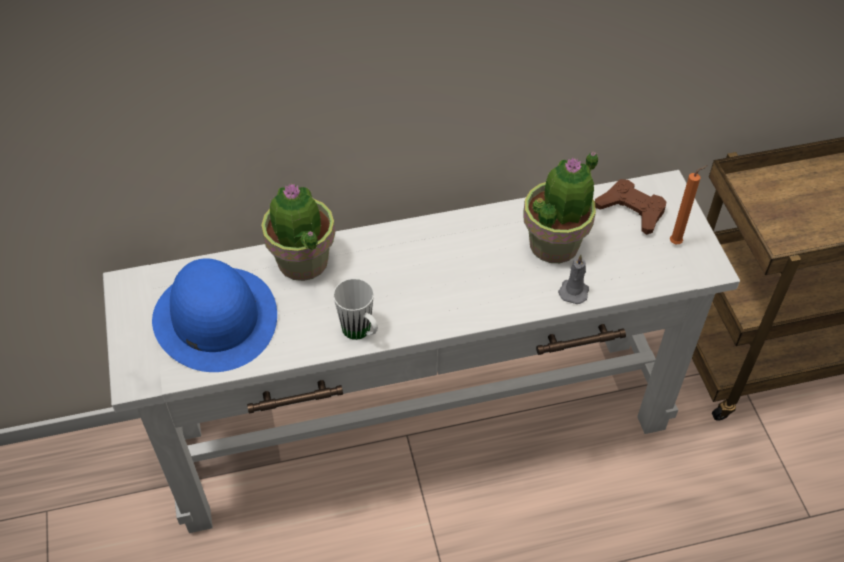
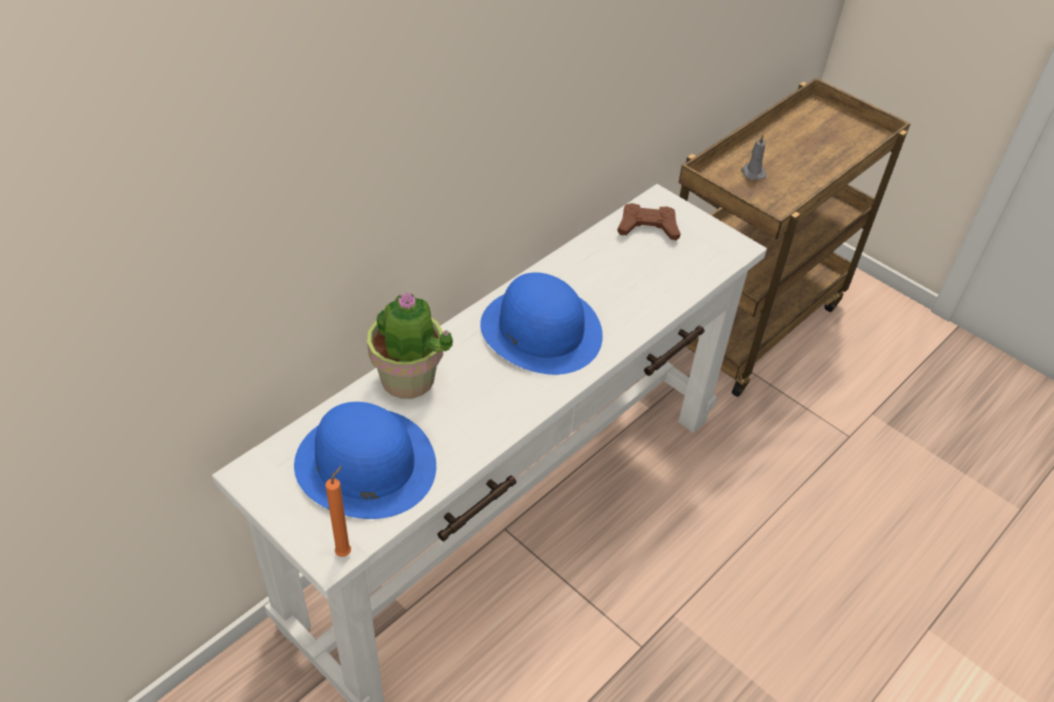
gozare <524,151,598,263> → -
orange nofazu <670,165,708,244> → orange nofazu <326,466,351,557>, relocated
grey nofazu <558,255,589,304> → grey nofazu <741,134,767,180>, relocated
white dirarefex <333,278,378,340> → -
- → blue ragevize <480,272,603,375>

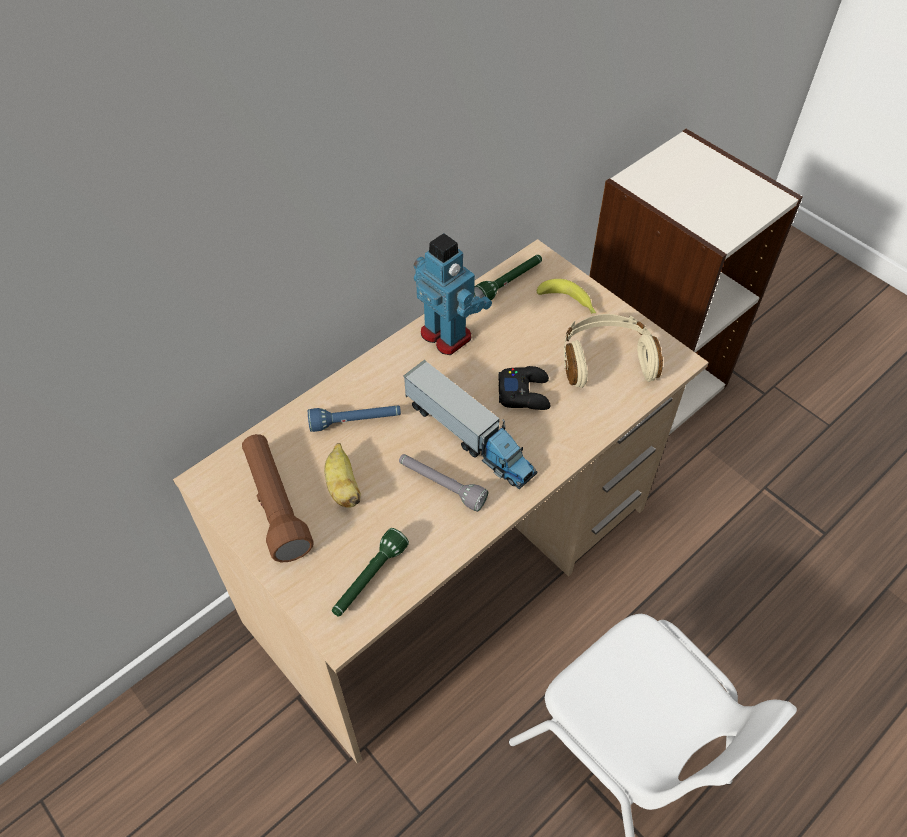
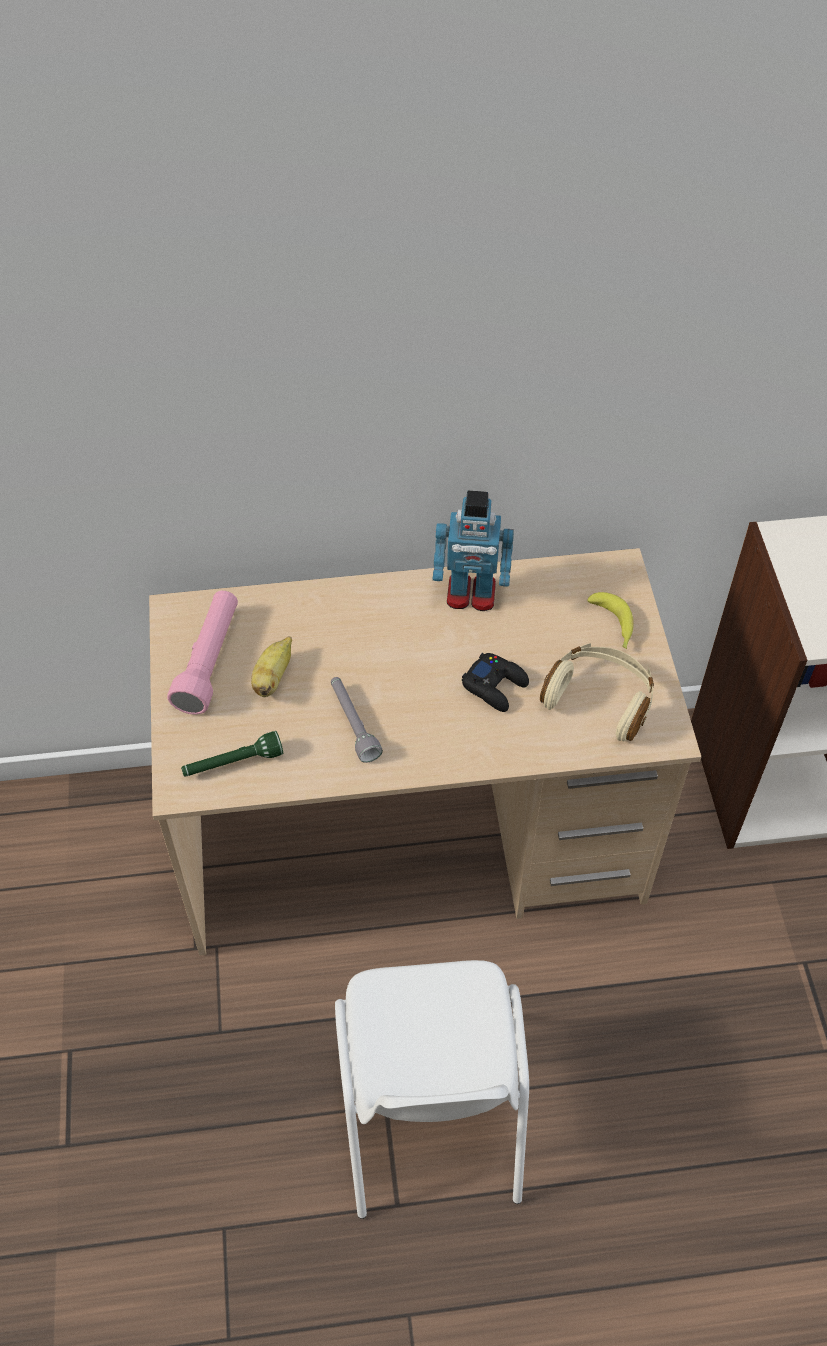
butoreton <414,233,492,355> → butoreton <433,491,514,611>, 105 degrees clockwise
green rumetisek <474,255,542,300> → -
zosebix <403,360,537,489> → -
blue rumetisek <308,406,401,432> → -
brown rumetisek <242,434,314,562> → pink rumetisek <167,591,238,715>

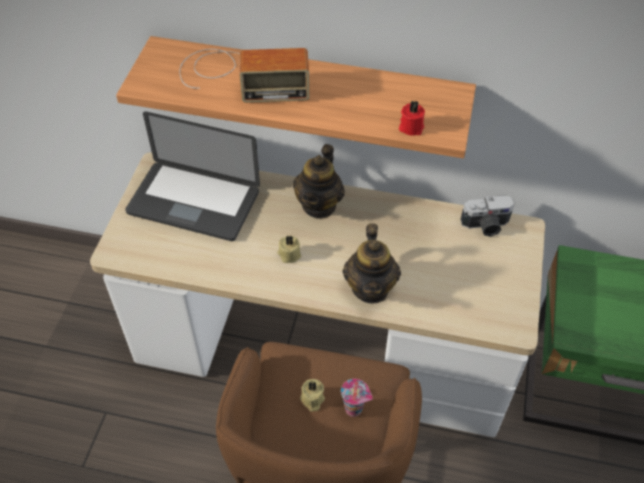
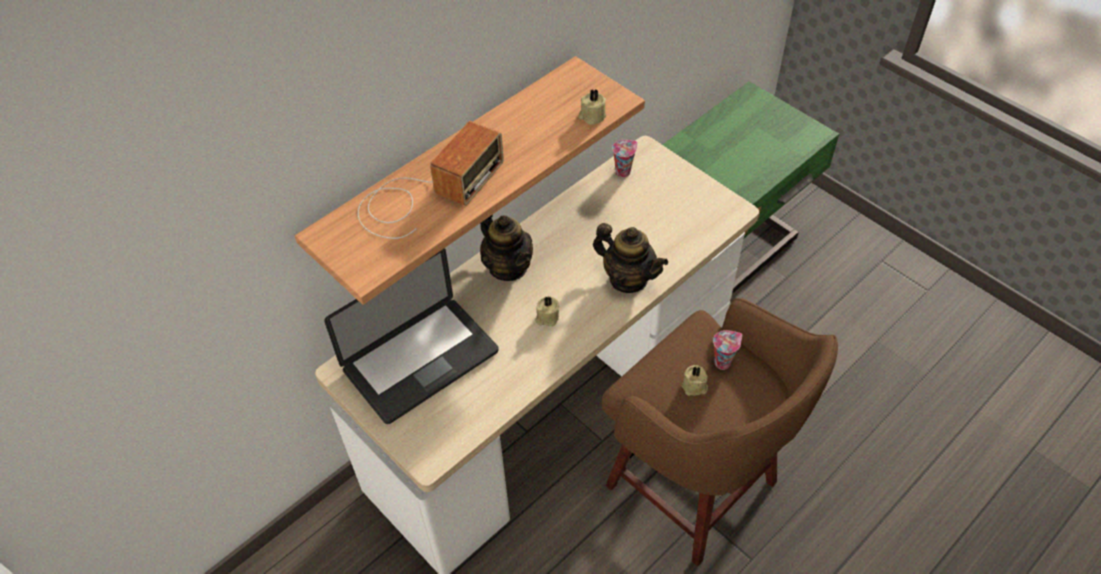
red nofazu <399,101,425,136> → beige nofazu <578,89,606,125>
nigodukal <460,195,514,237> → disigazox <612,140,638,177>

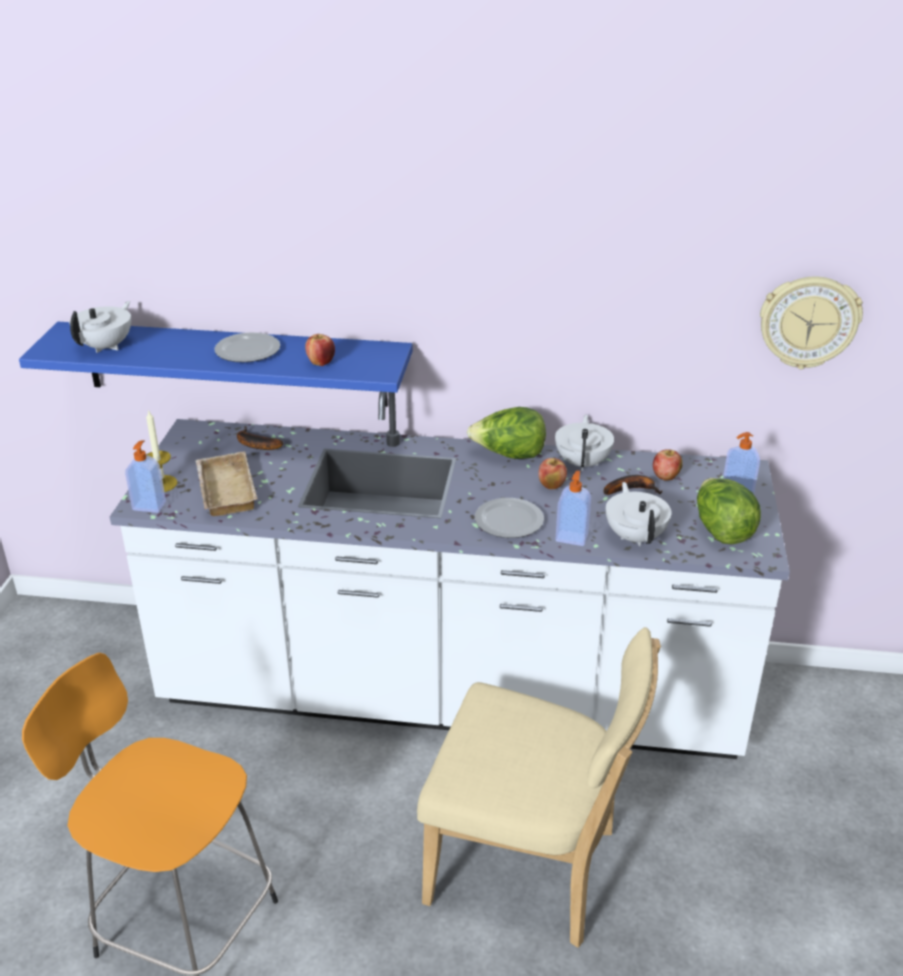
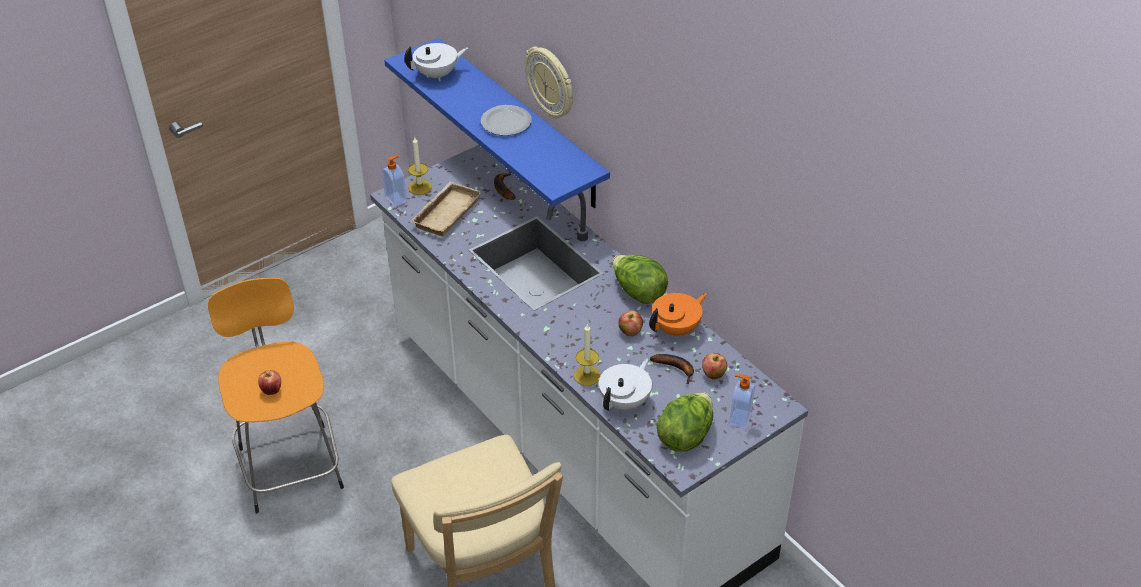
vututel <760,276,863,370> → vututel <525,46,573,119>, relocated
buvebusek <305,334,335,366> → buvebusek <258,370,281,395>, relocated
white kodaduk <555,415,614,471> → orange kodaduk <649,293,707,337>
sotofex <555,470,591,546> → nofazu <574,323,601,386>
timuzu <475,498,544,538> → -

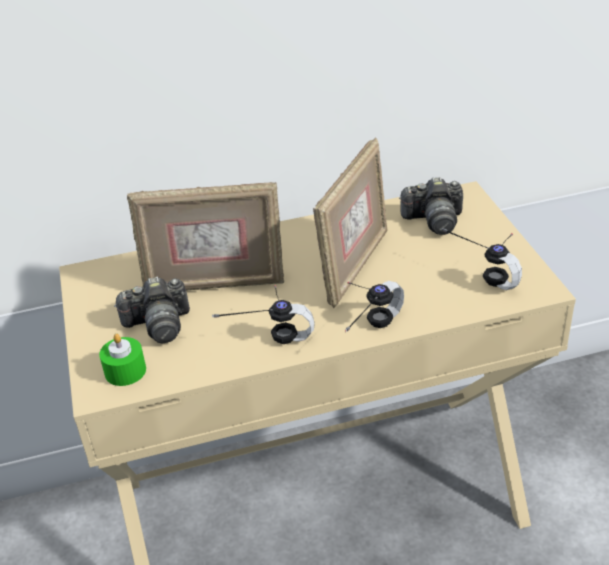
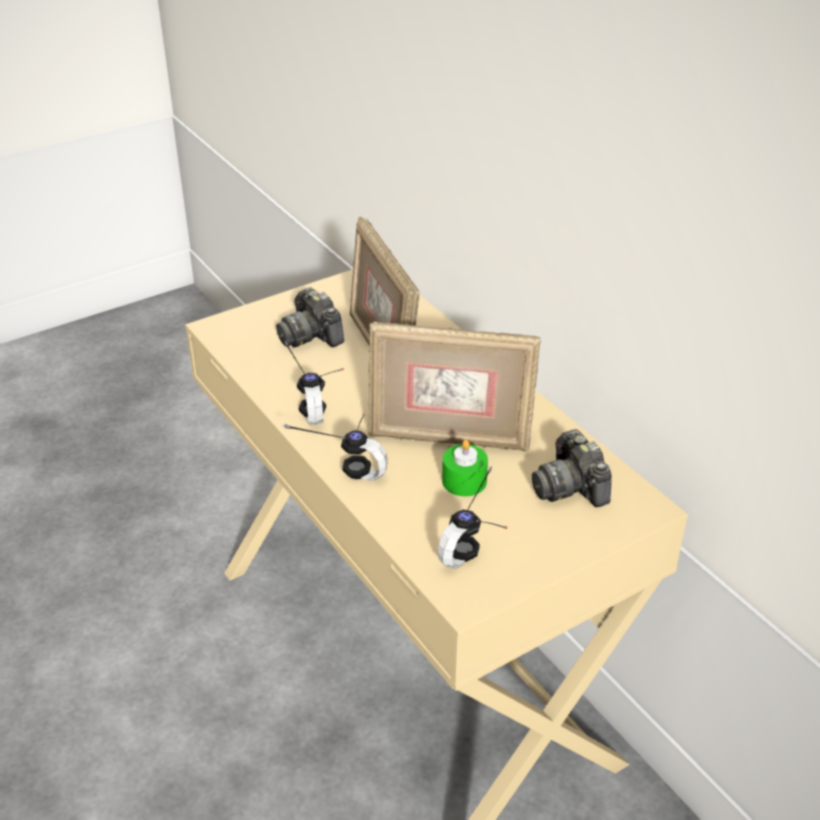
green nofazu <99,334,146,386> → green nofazu <442,439,488,496>, relocated

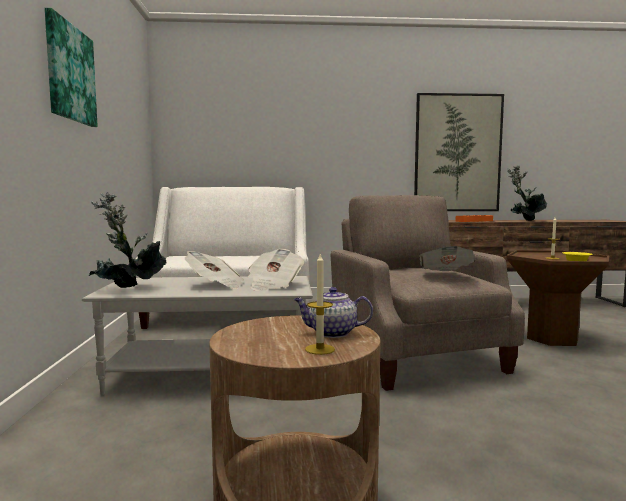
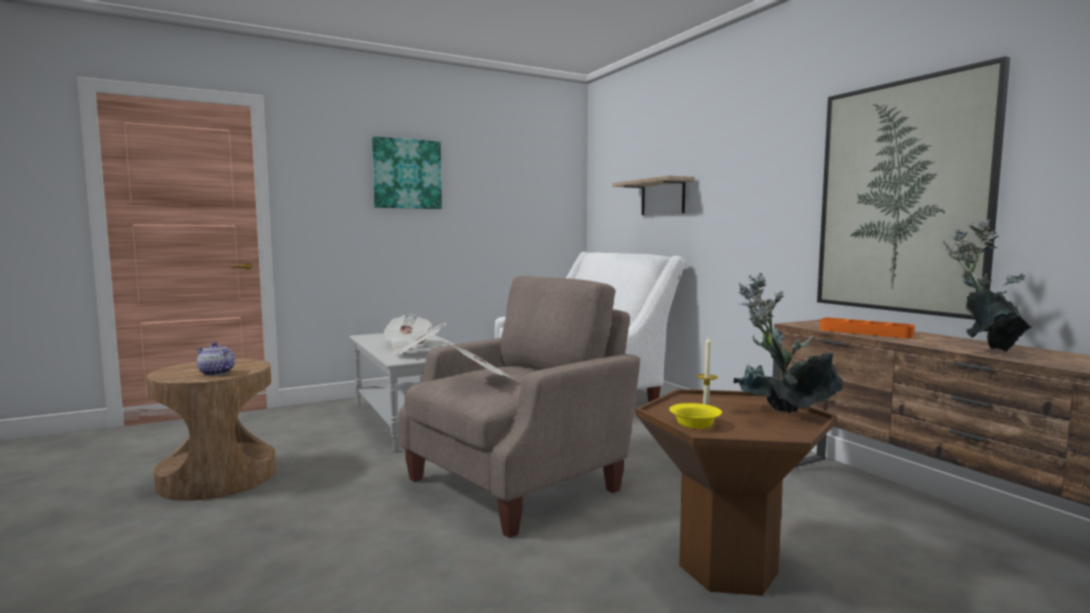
gozare <89,192,166,288> → gozare <734,273,843,413>, relocated
nofazu <305,254,335,355> → -
kodaduk <294,287,373,338> → kodaduk <196,342,235,376>, 45 degrees counterclockwise
- → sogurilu <612,175,694,215>

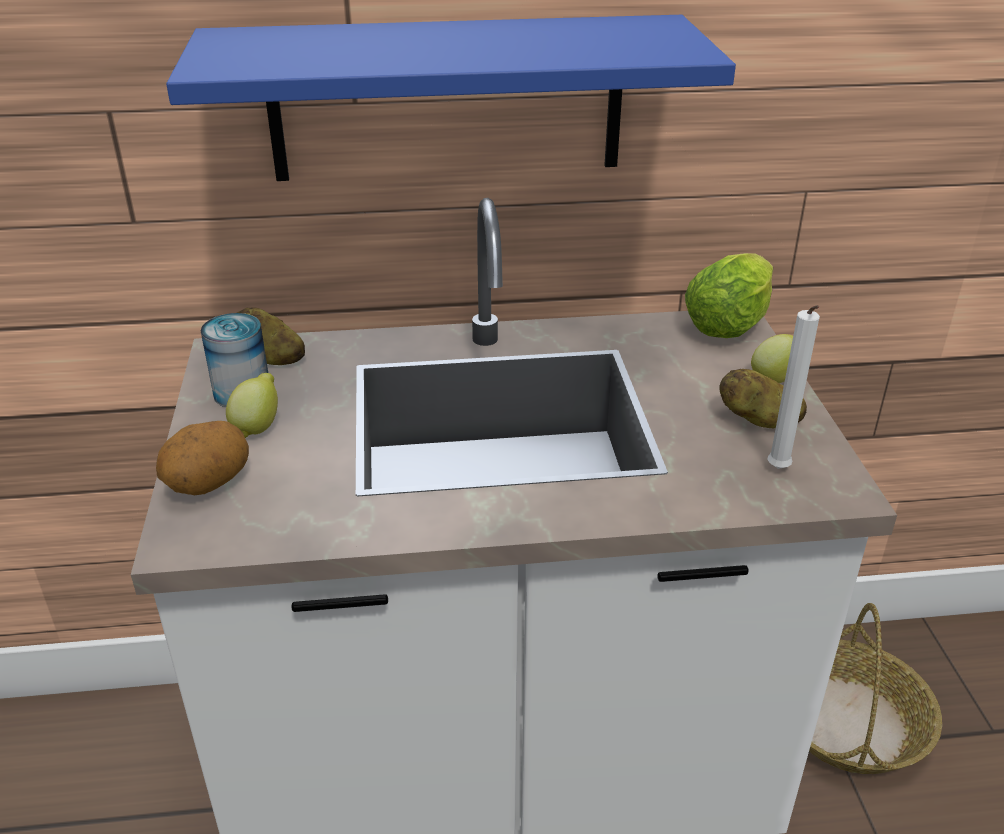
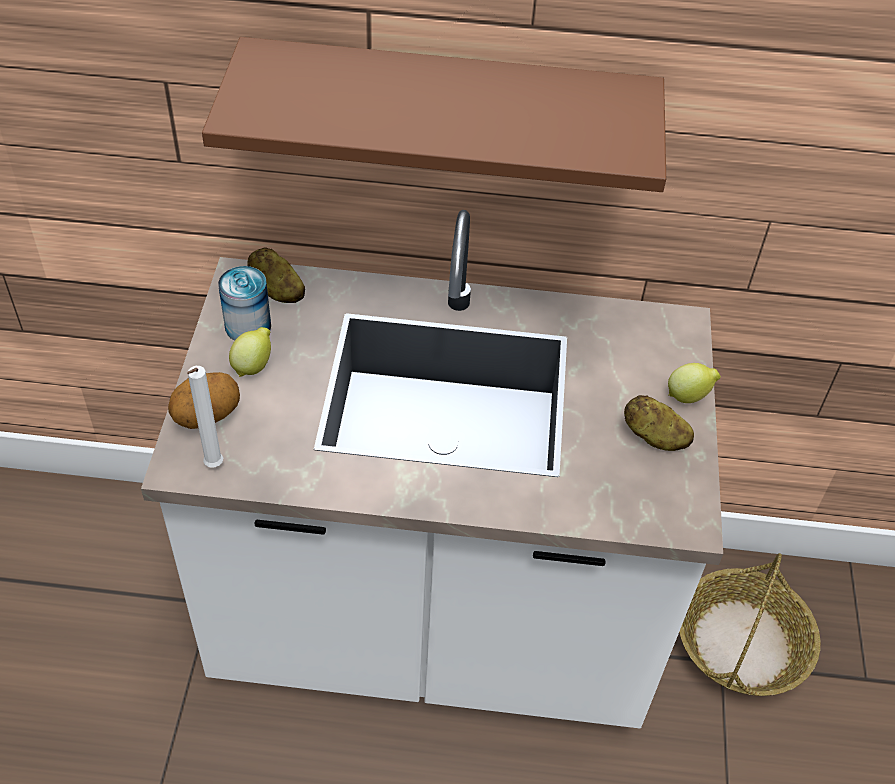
blue sogurilu <166,15,736,181> → brown sogurilu <202,37,666,192>
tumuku <685,253,773,338> → -
white nofazu <767,305,820,469> → white nofazu <187,366,223,468>, relocated

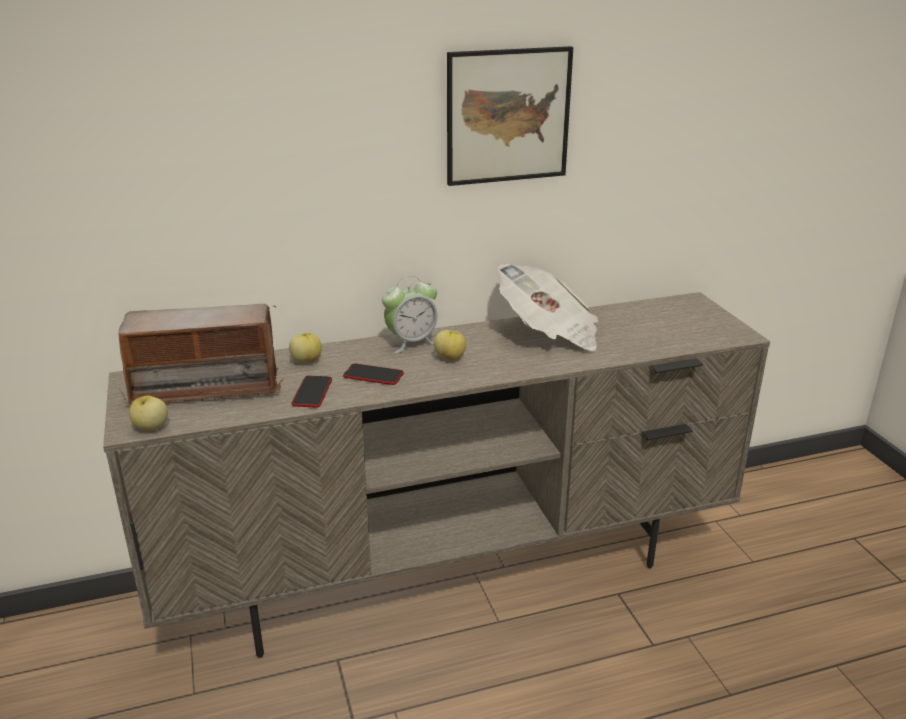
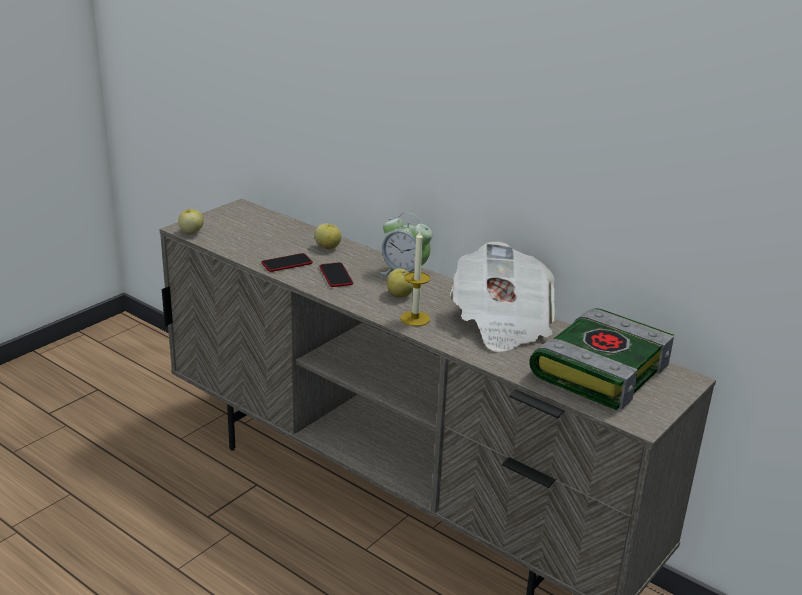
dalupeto <447,46,573,186> → -
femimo <118,304,284,405> → -
- → nofazu <400,231,430,326>
- → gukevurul <529,308,674,410>

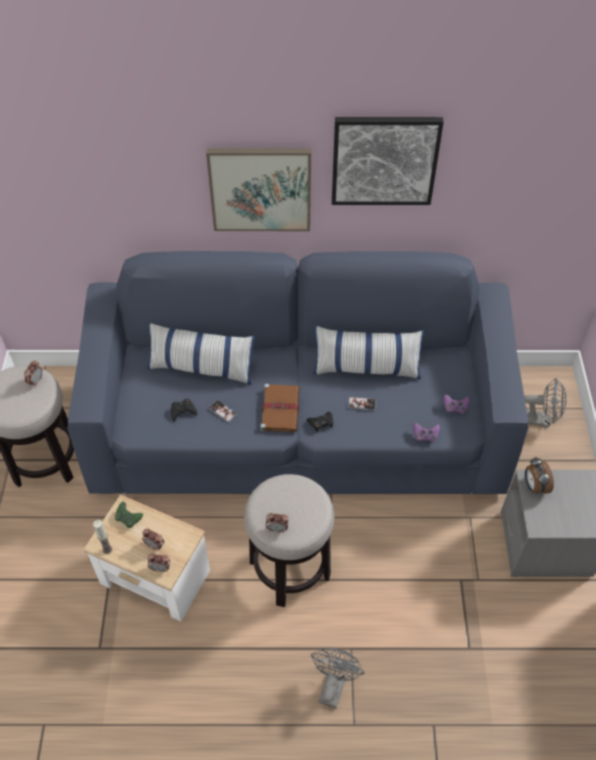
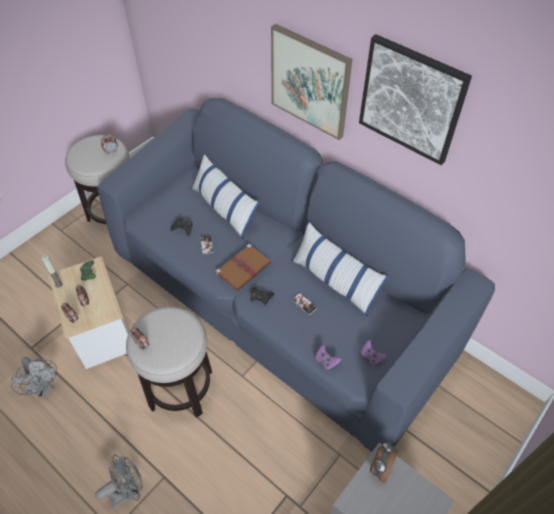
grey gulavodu <524,378,566,428> → grey gulavodu <11,357,57,398>, relocated

